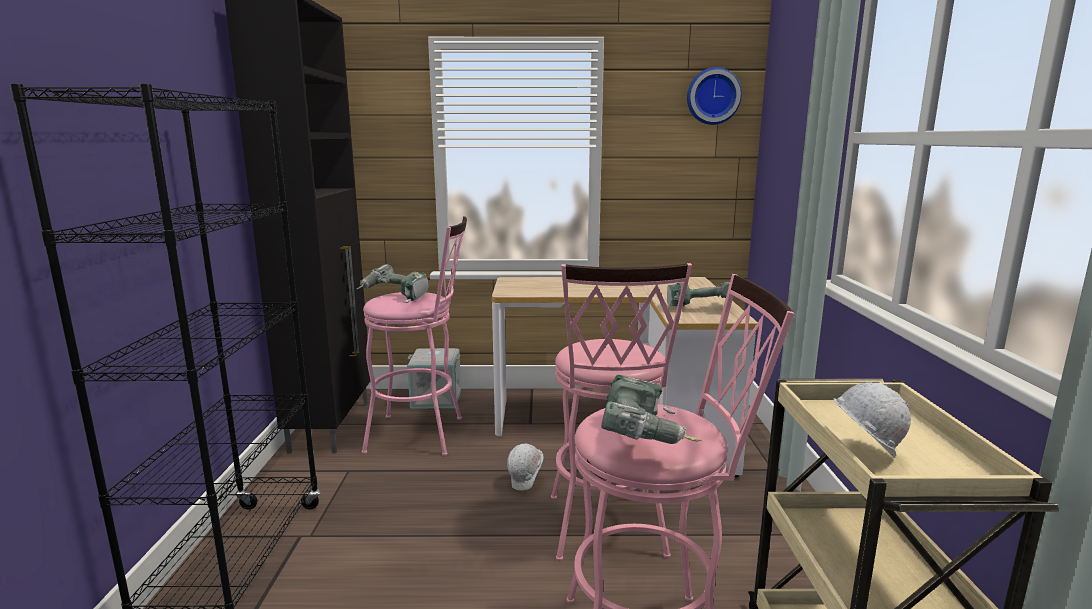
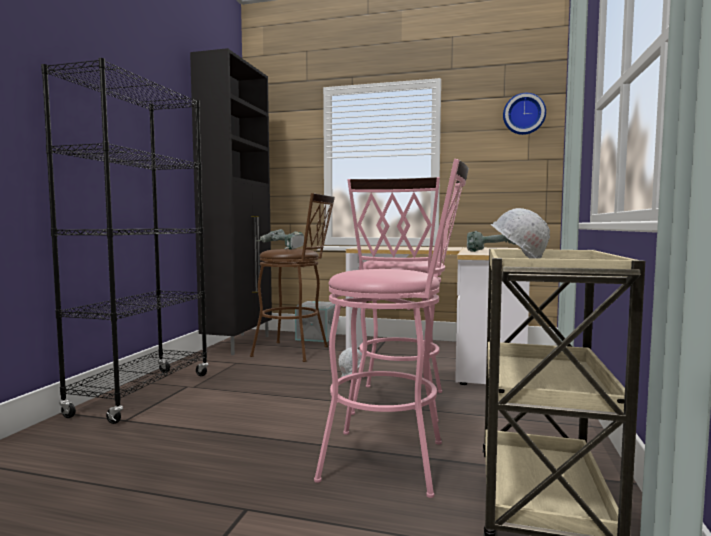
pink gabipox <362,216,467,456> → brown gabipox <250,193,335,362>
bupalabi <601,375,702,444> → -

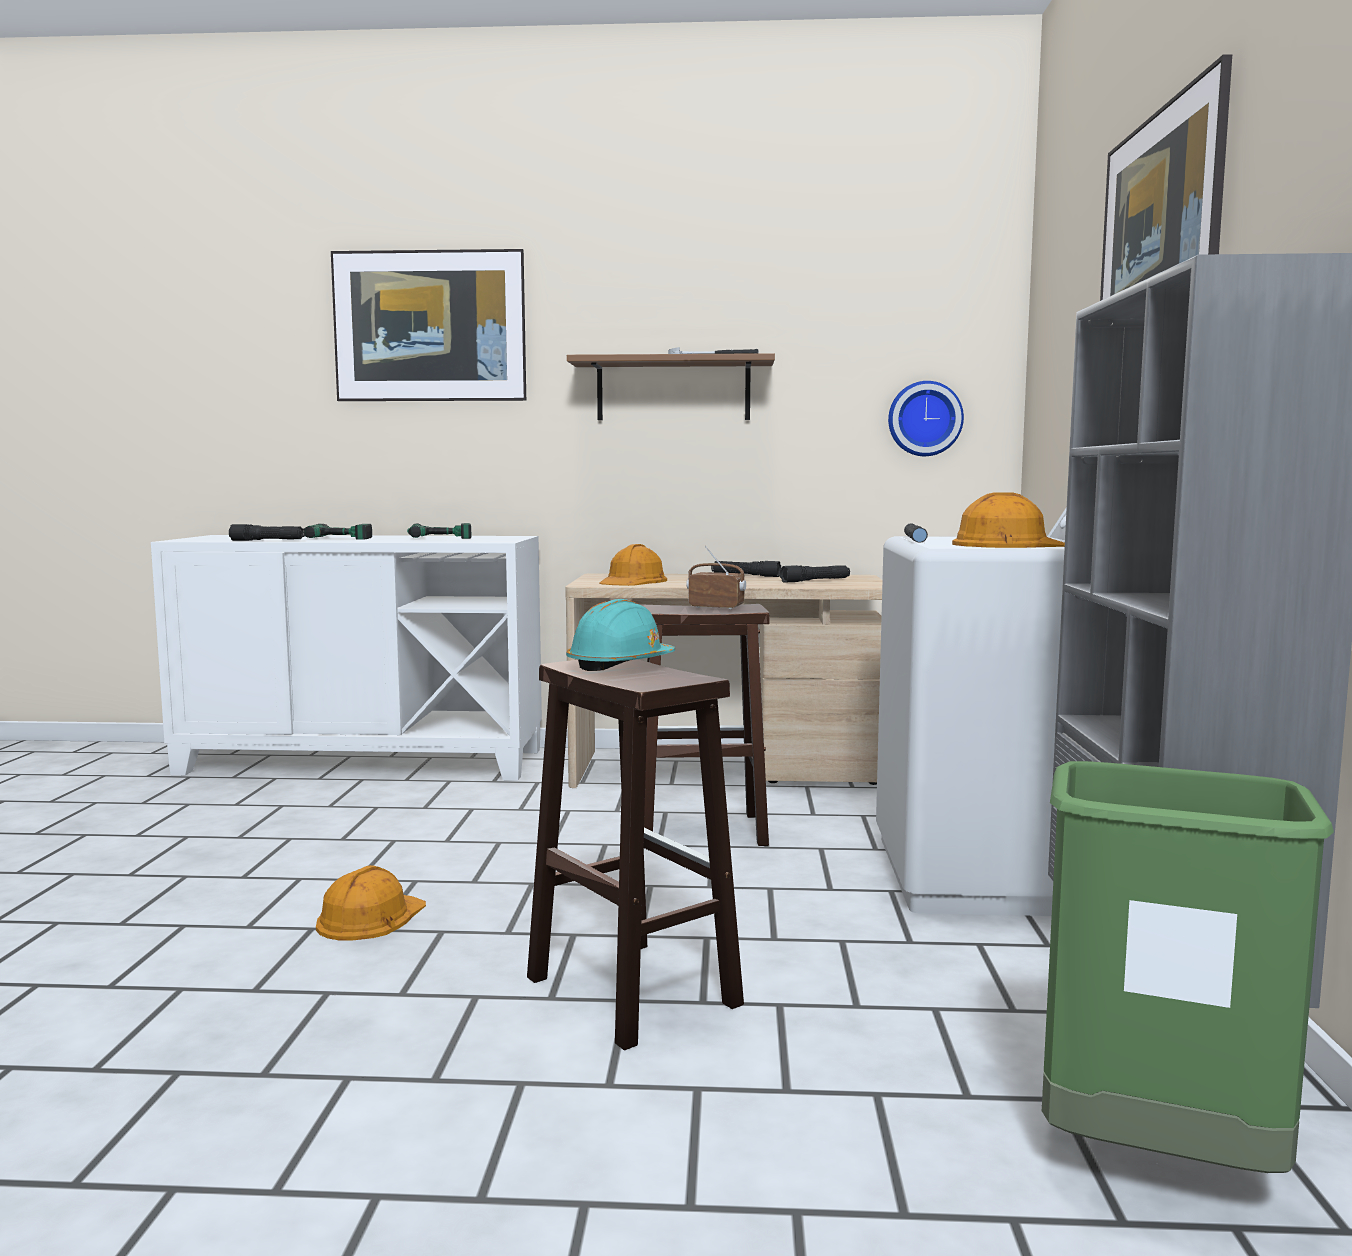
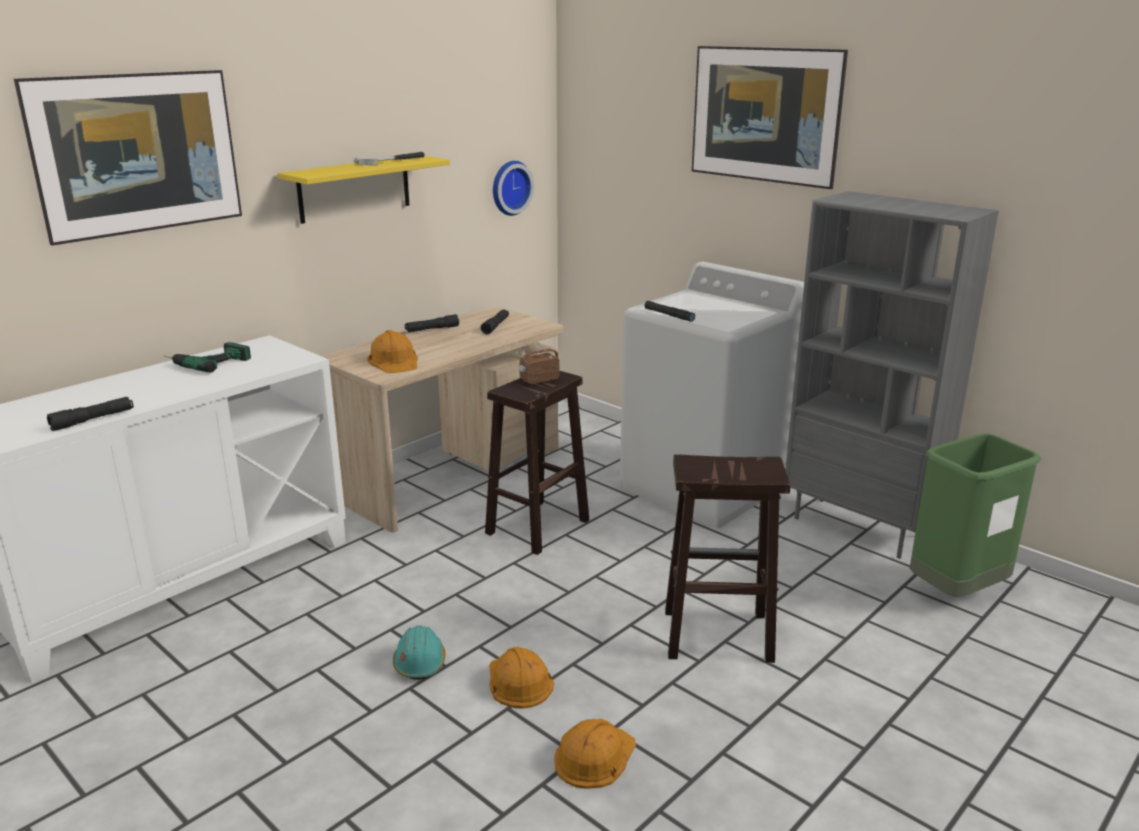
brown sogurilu <567,353,775,420> → yellow sogurilu <277,156,450,224>
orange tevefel <952,493,1065,548> → orange tevefel <554,719,636,789>, relocated
bupalabi <303,524,372,540> → -
turquoise tevefel <566,599,675,671> → turquoise tevefel <393,625,445,680>, relocated

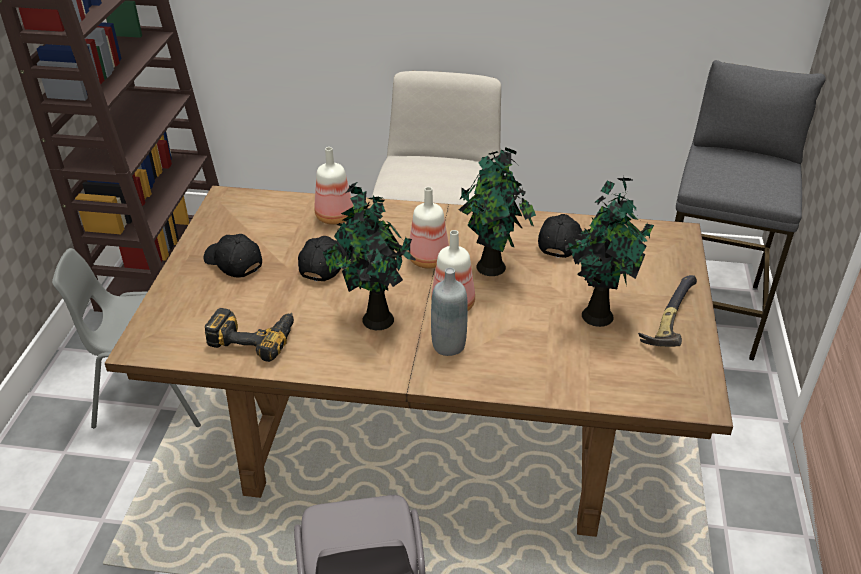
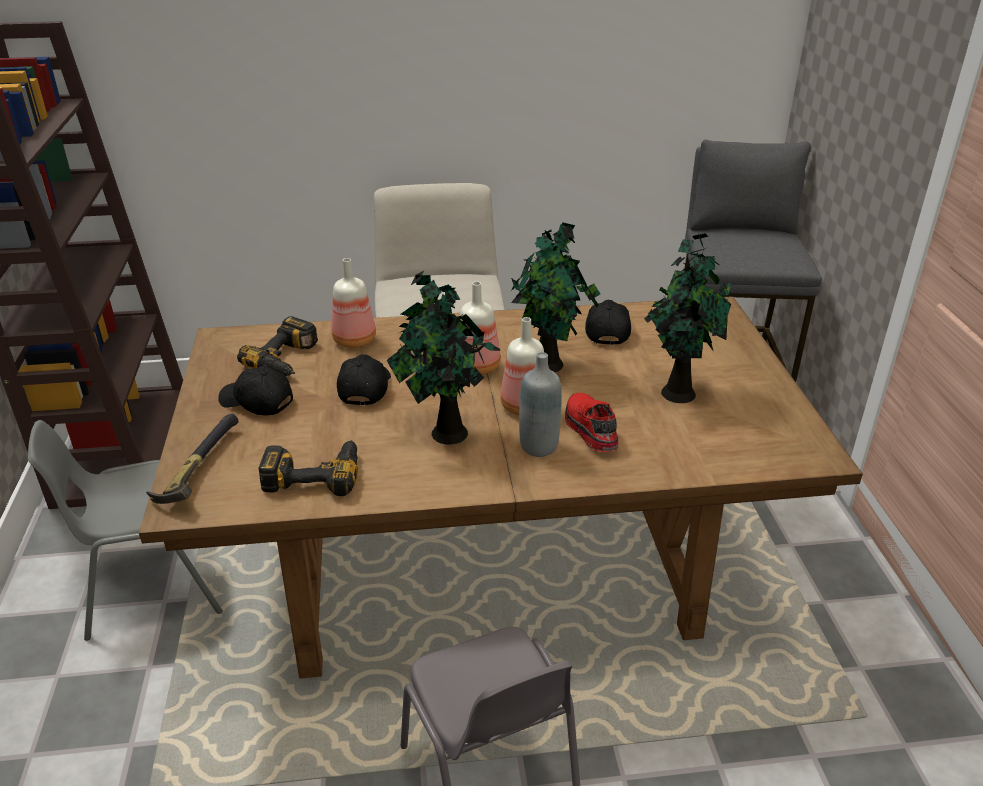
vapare <638,275,697,347> → vapare <146,414,239,504>, relocated
- → bupalabi <237,316,318,376>
- → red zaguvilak <565,393,619,452>

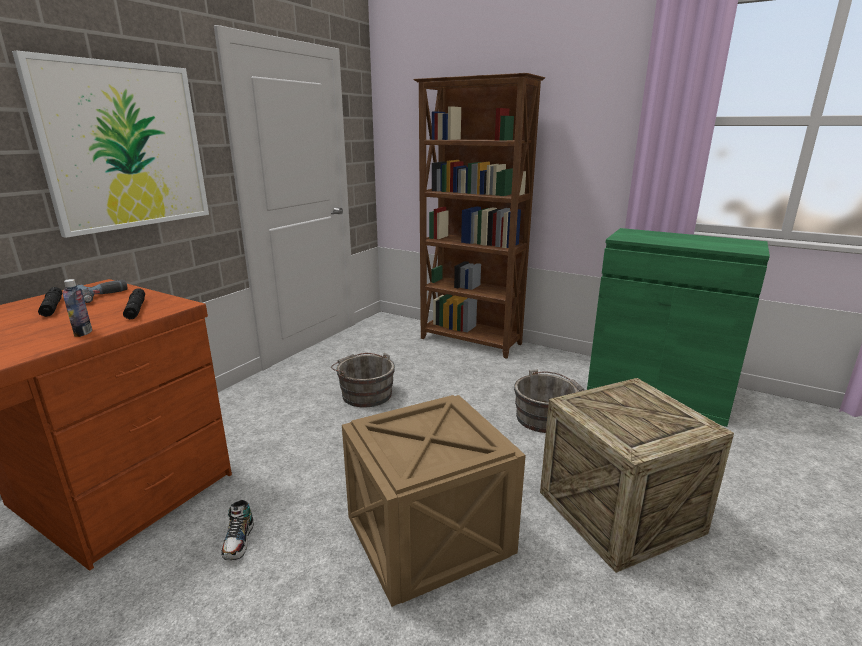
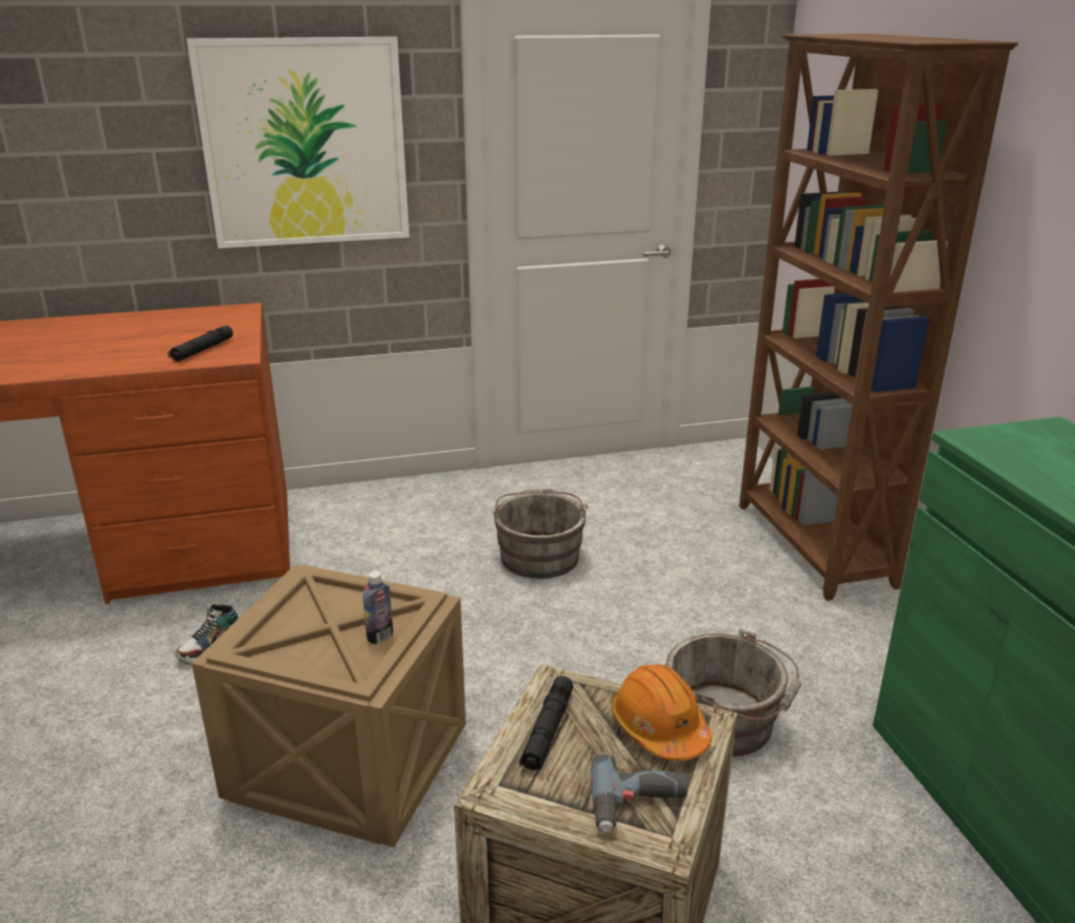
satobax <63,279,92,337> → satobax <363,571,393,644>, relocated
bupalabi <77,280,128,303> → bupalabi <591,754,687,833>, relocated
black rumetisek <38,287,62,317> → black rumetisek <519,676,573,771>, relocated
- → orange tevefel <612,664,712,761>

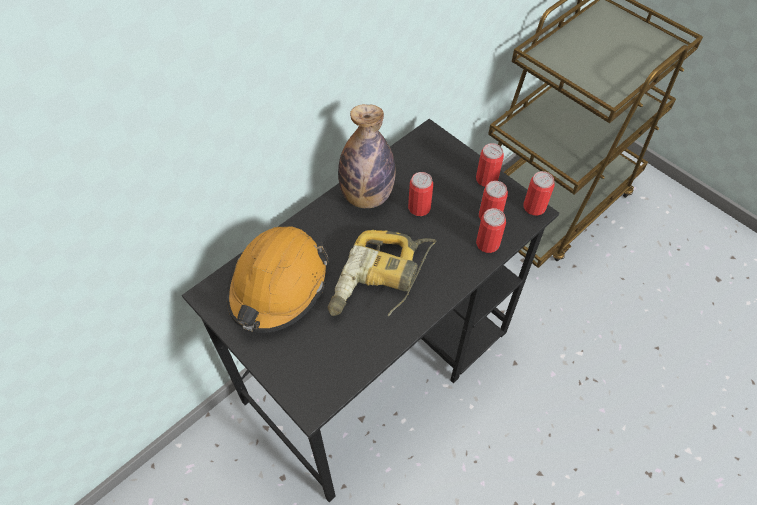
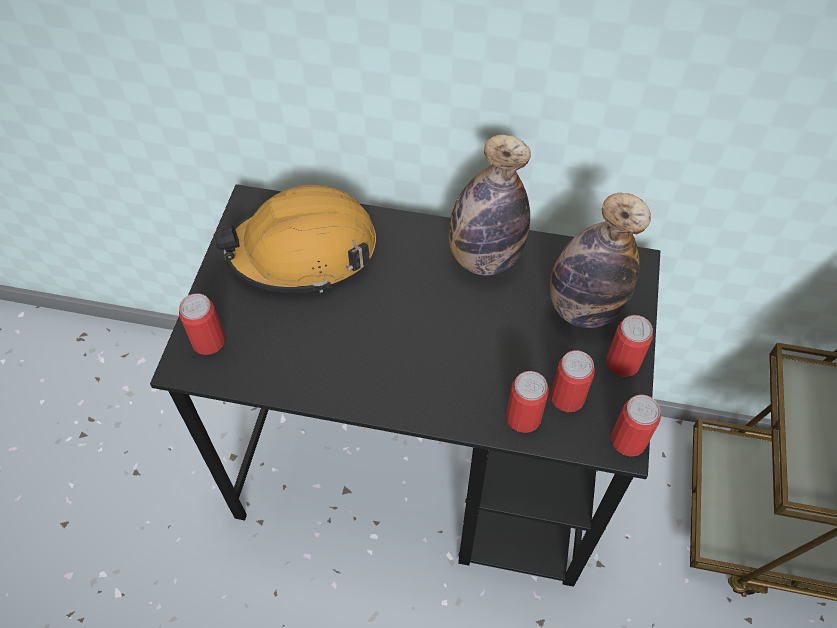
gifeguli <408,172,433,216> → gifeguli <179,293,225,355>, relocated
bupalabi <328,230,436,316> → -
- → satobax <550,193,651,328>

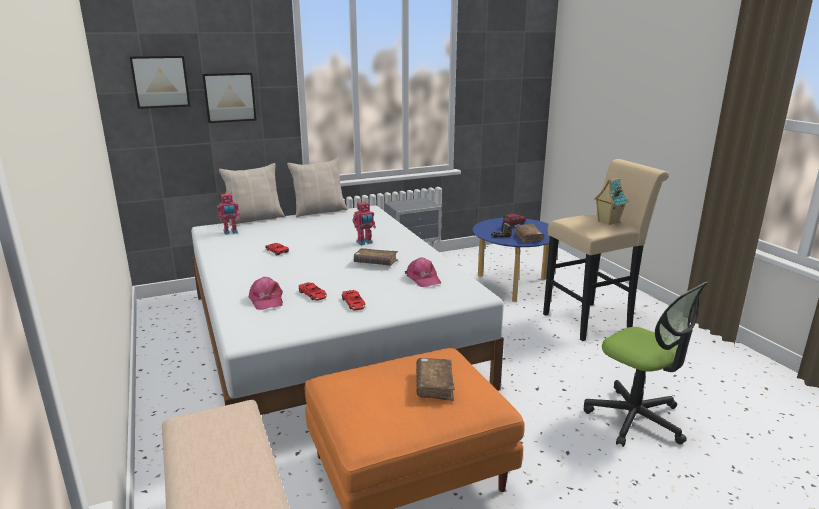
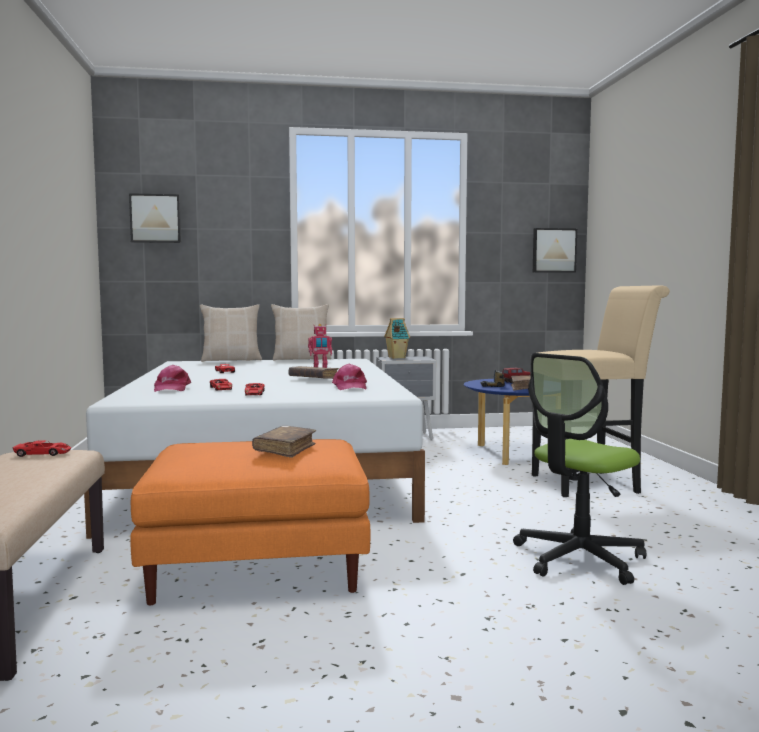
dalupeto <202,72,256,123> → dalupeto <533,228,577,273>, relocated
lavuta <594,178,629,225> → lavuta <384,318,410,359>, relocated
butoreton <217,192,240,235> → -
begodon <584,282,708,447> → begodon <513,353,646,585>, 75 degrees clockwise
- → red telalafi <13,440,71,457>

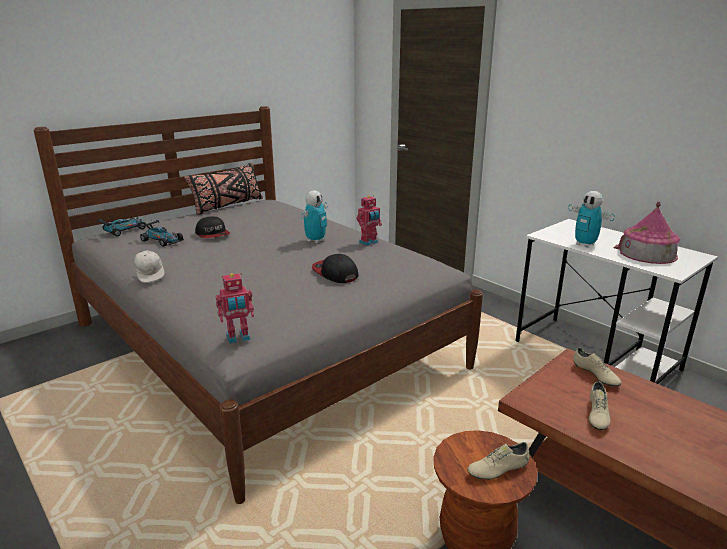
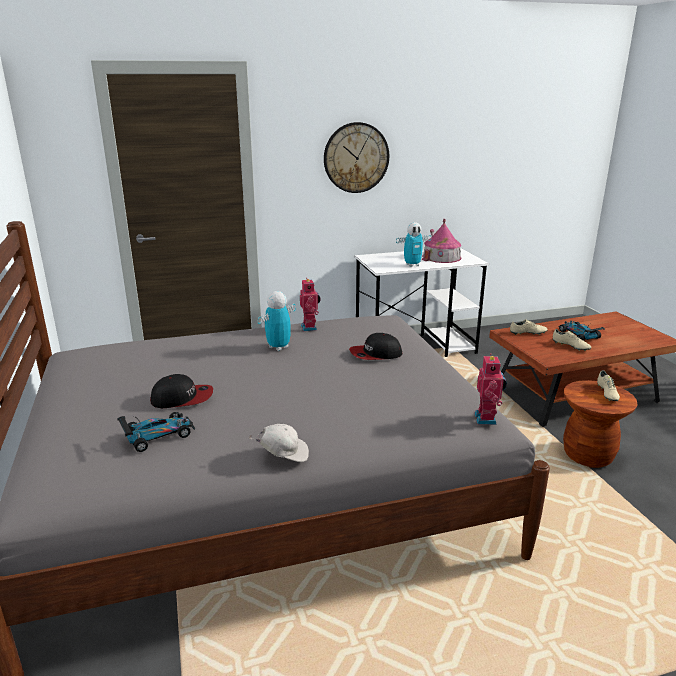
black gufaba <184,162,263,215> → -
butoreton <301,190,328,243> → butoreton <258,291,296,351>, 105 degrees counterclockwise
telalafi <97,217,147,236> → telalafi <558,320,605,341>, relocated
- → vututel <324,122,389,193>

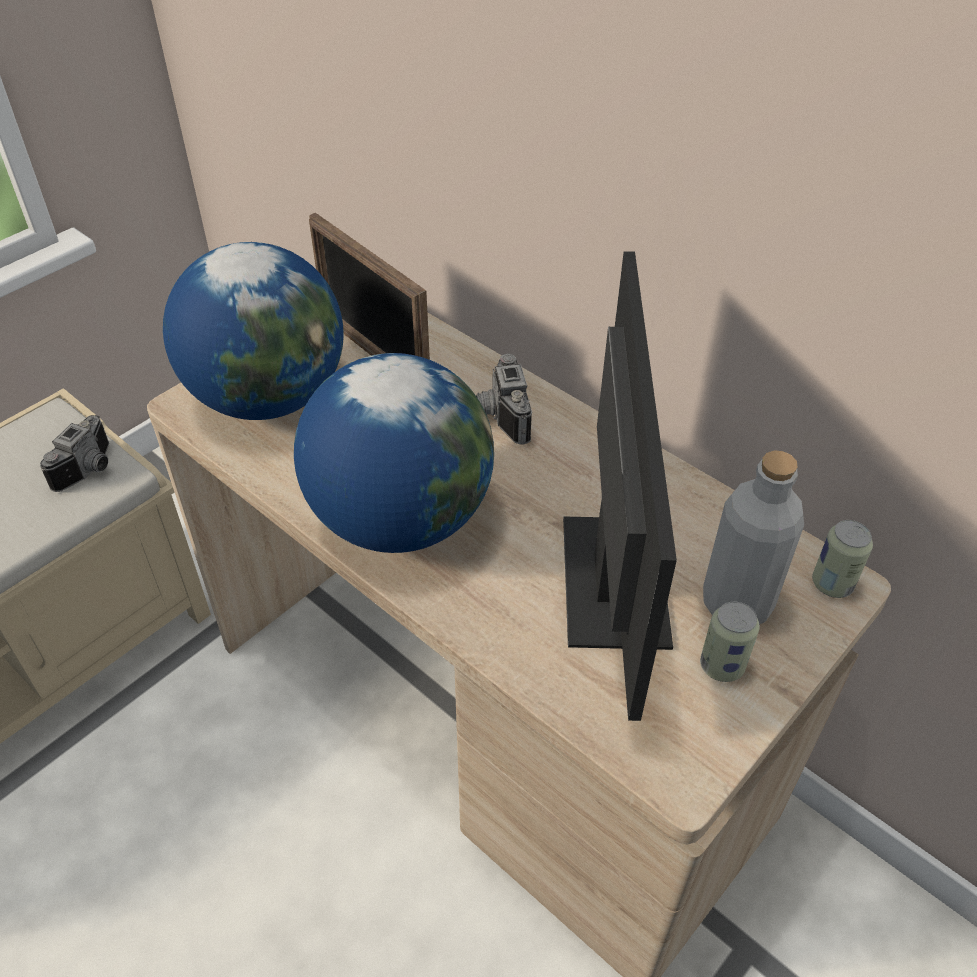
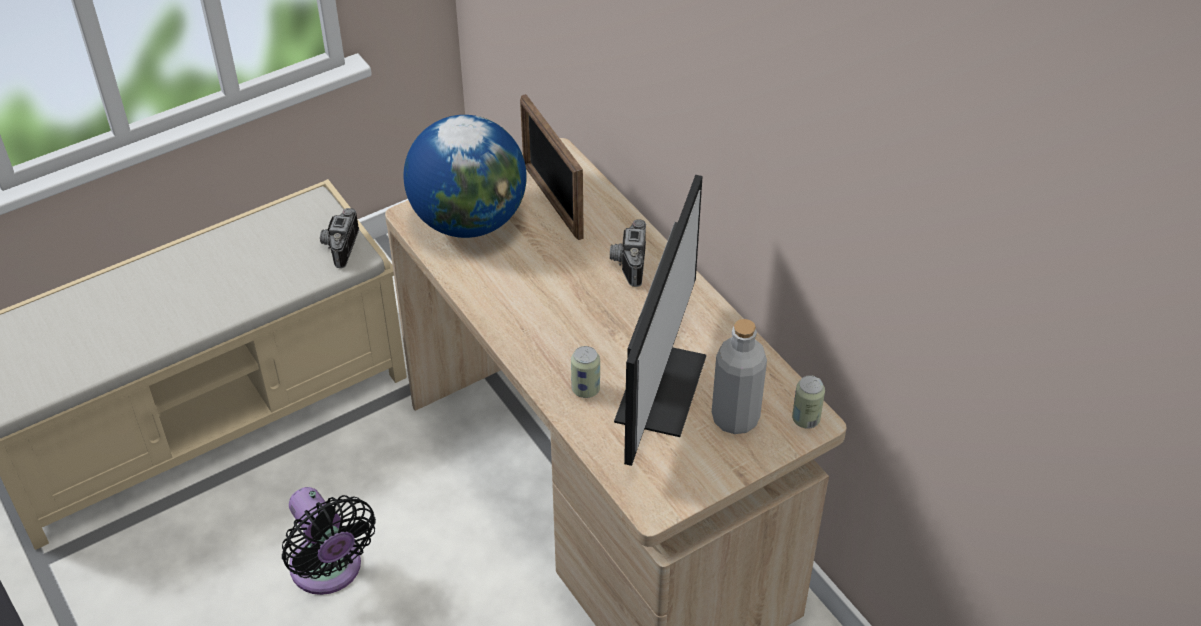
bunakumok <294,353,494,553> → -
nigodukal <40,415,109,492> → nigodukal <320,208,359,268>, 150 degrees clockwise
gifeguli <700,602,760,682> → gifeguli <571,346,600,398>, relocated
- → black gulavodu <282,487,376,595>

